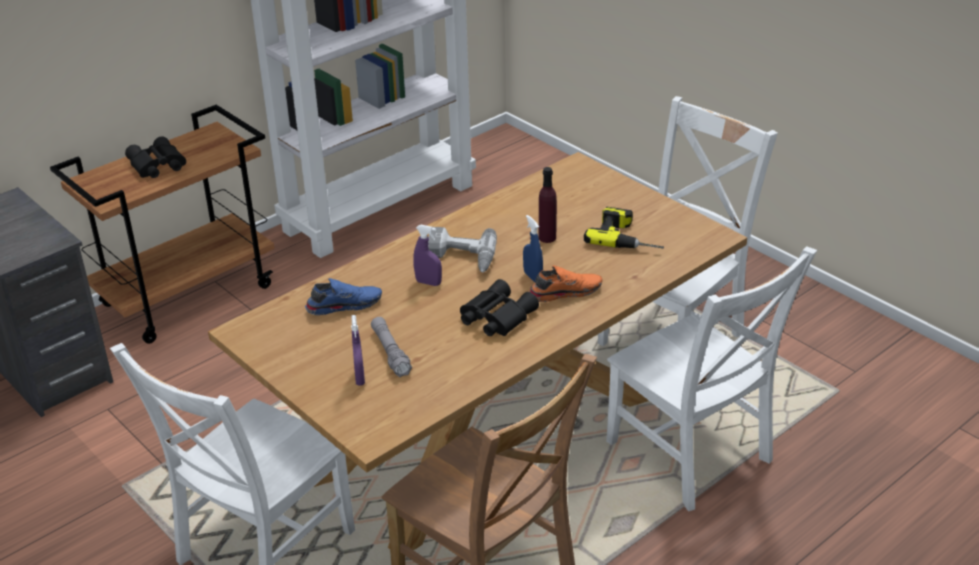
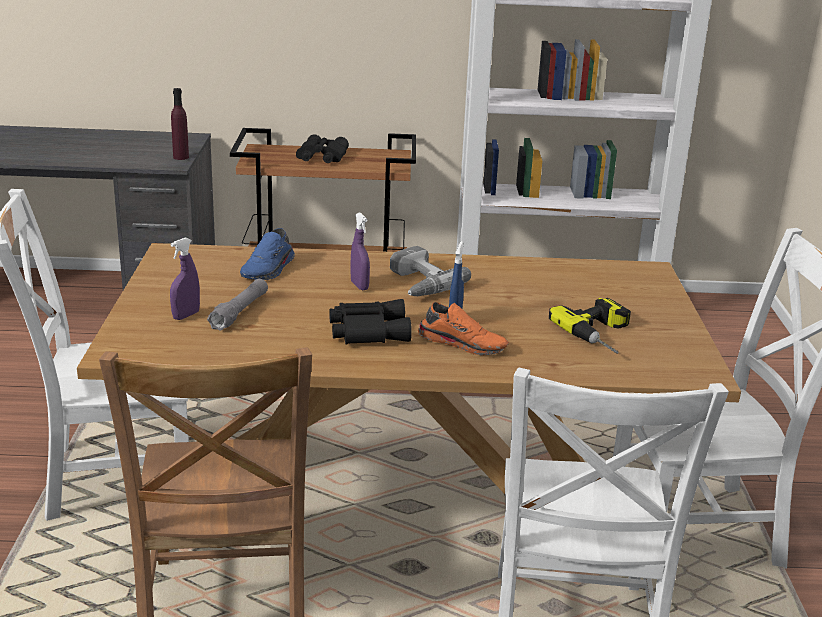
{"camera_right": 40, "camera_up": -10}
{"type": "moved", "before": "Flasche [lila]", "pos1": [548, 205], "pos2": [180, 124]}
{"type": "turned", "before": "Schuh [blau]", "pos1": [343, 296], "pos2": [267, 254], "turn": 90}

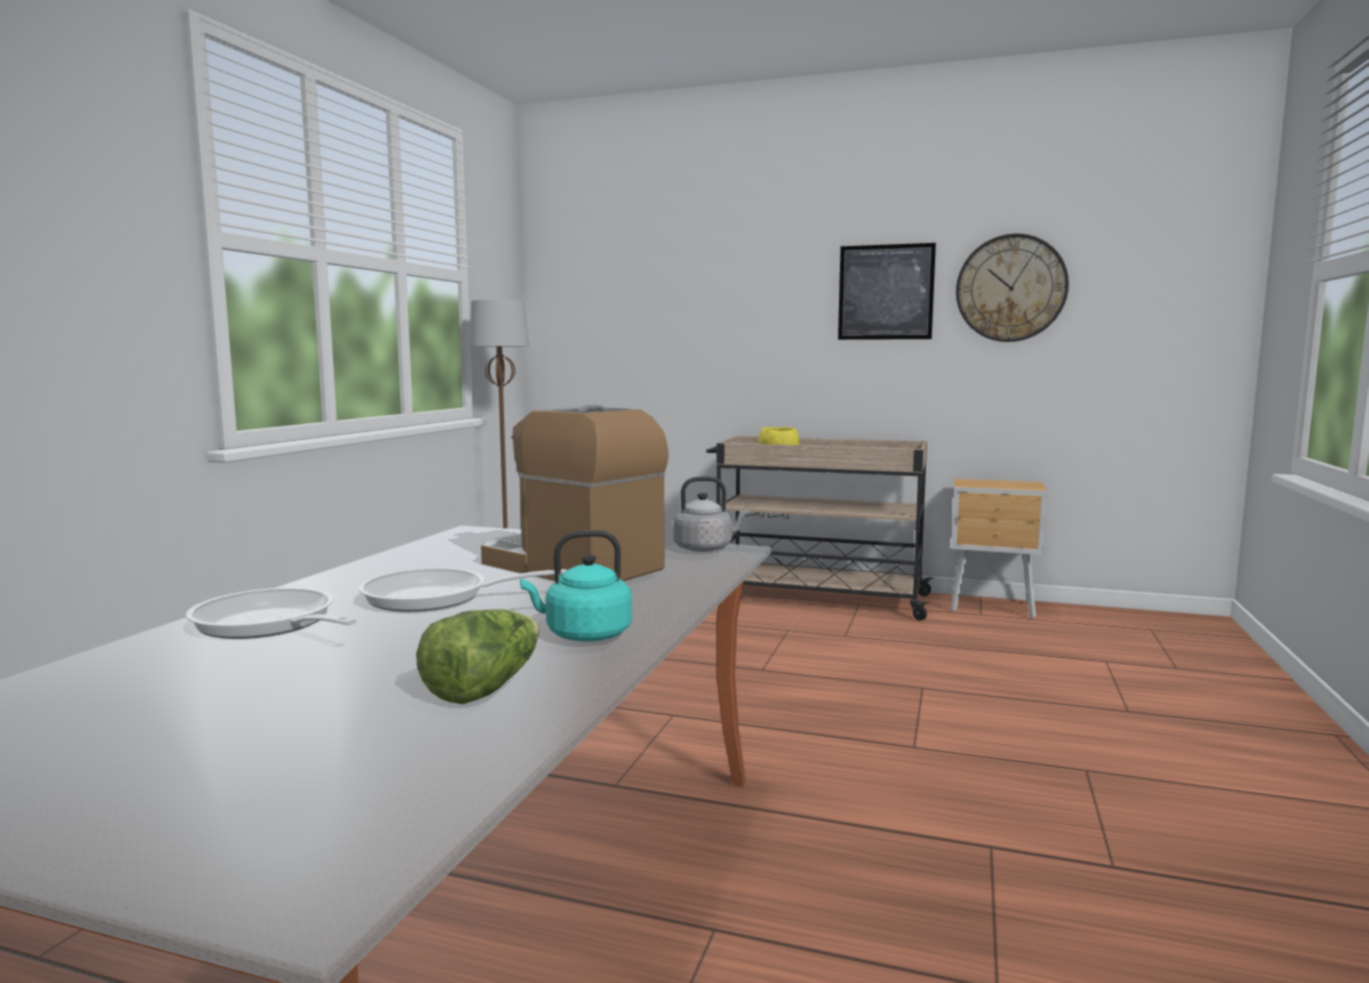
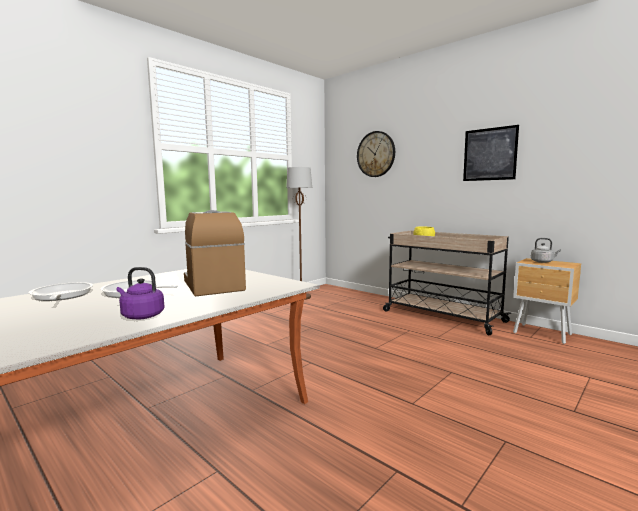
{"camera_right": 25, "camera_up": 0}
{"type": "moved", "before": "Wanduhr", "pos1": [1012, 288], "pos2": [376, 154]}
{"type": "moved", "before": "Wasserkessel [grau]", "pos1": [711, 514], "pos2": [546, 250]}
{"type": "recoloured", "before": "Wasserkessel [türkis]", "after": "Wasserkessel [lila]", "pos1": [576, 586], "pos2": [140, 293]}
{"type": "removed", "before": "Salatkopf", "pos1": [477, 656]}

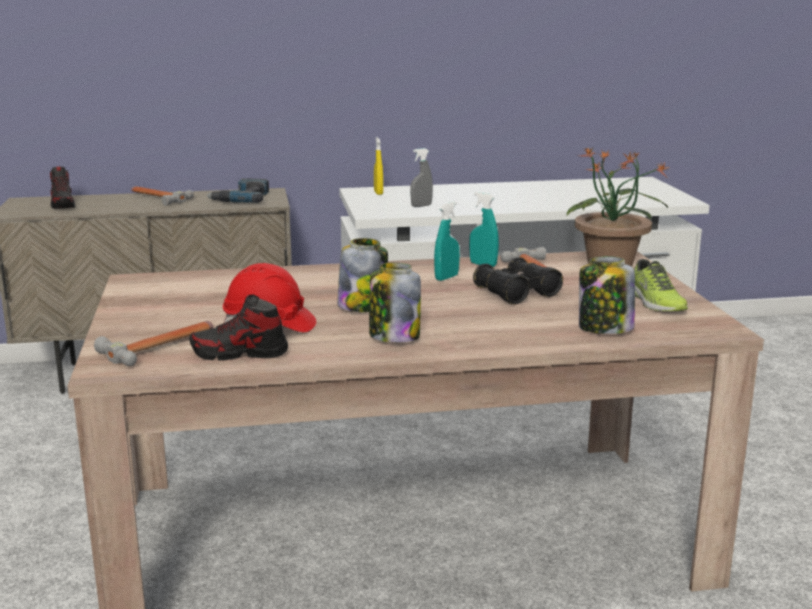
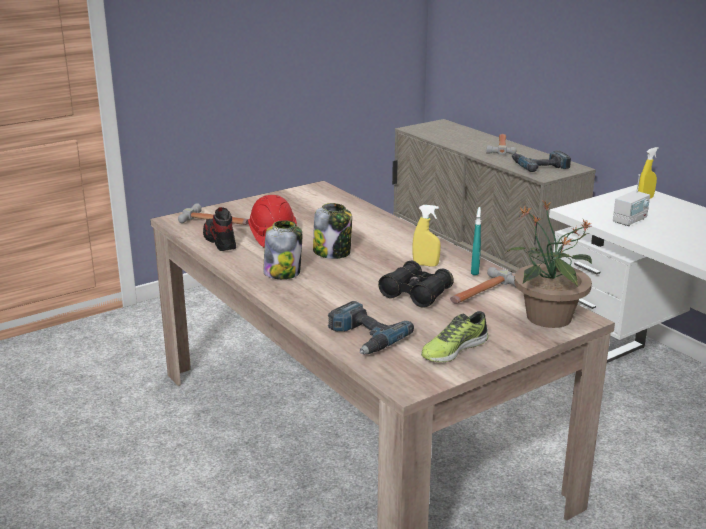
{"camera_right": 65, "camera_up": 5}
{"type": "replaced", "before": "Sprühflasche [grau]", "after": "Radio", "pos1": [421, 177], "pos2": [631, 200]}
{"type": "removed", "before": "Schuh", "pos1": [62, 188]}
{"type": "recoloured", "before": "Sprühflasche [türkis]", "after": "Sprühflasche [gelb]", "pos1": [447, 241], "pos2": [426, 236]}
{"type": "replaced", "before": "Vorratsglas", "after": "Bohrmaschine", "pos1": [607, 295], "pos2": [370, 328]}

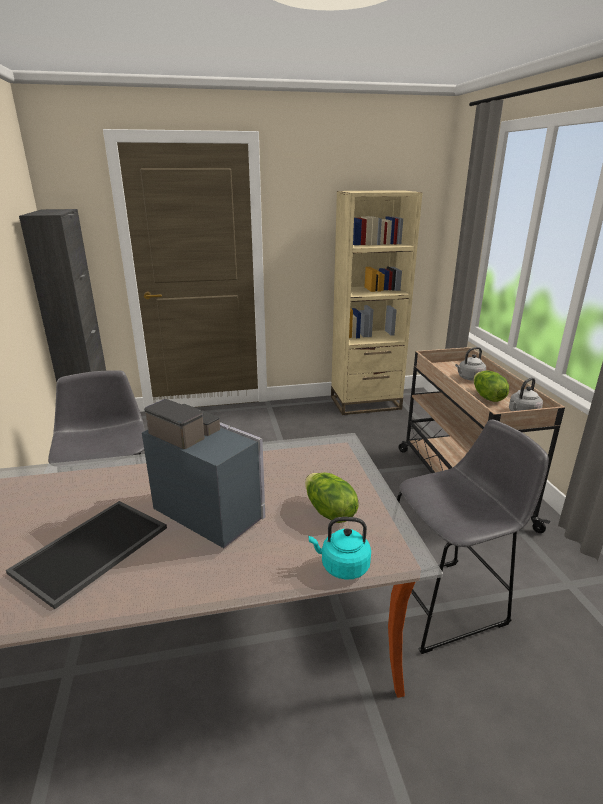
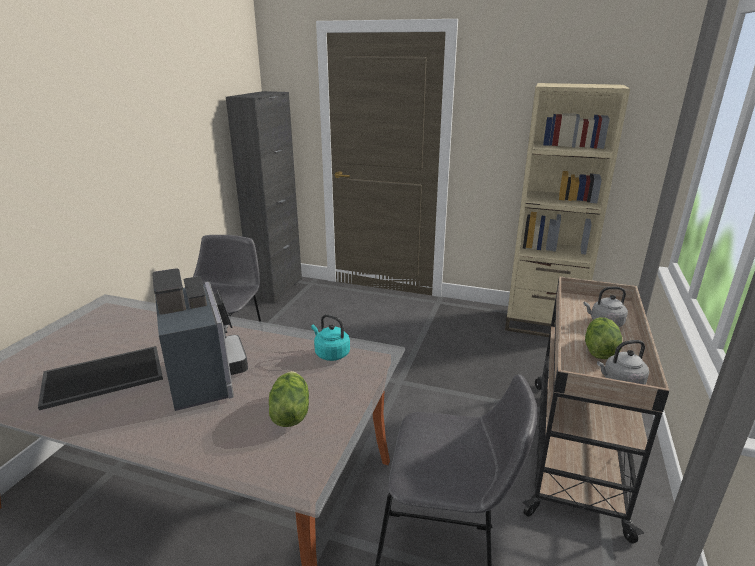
{"camera_right": 30, "camera_up": 0}
{"type": "moved", "before": "Wasserkessel [türkis]", "pos1": [340, 548], "pos2": [330, 337]}

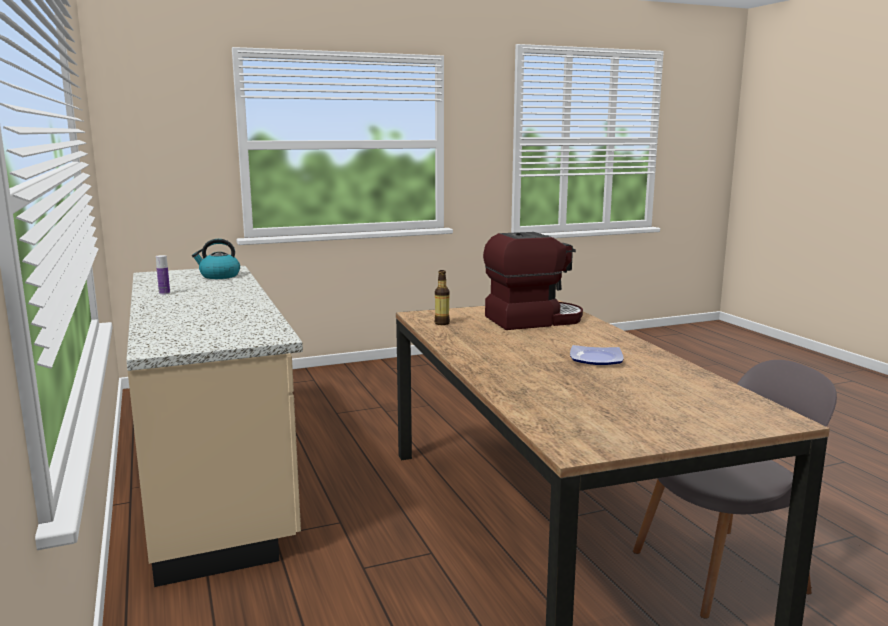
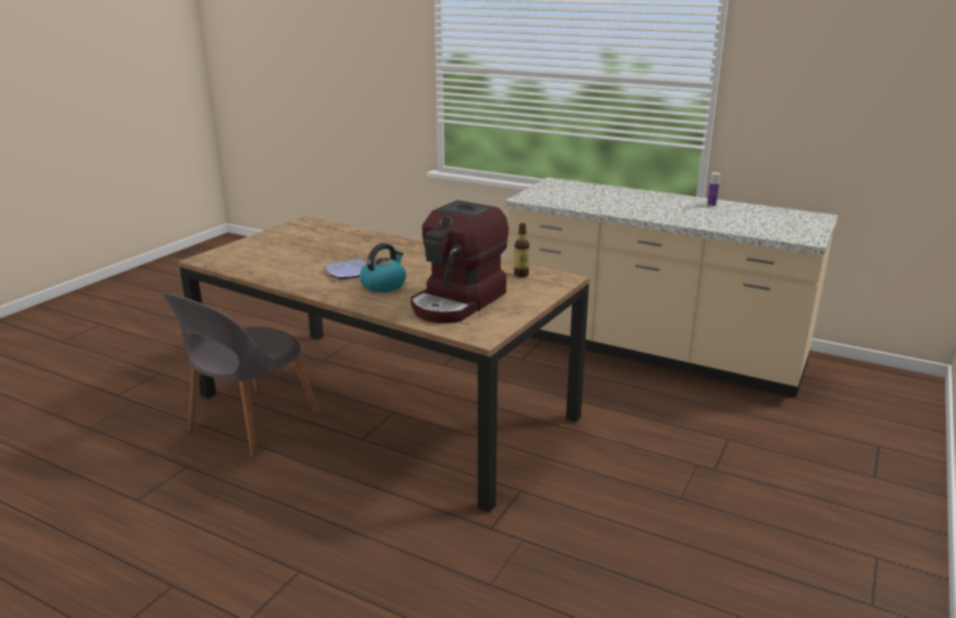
{"camera_right": 140, "camera_up": 10}
{"type": "moved", "before": "Wasserkessel", "pos1": [216, 259], "pos2": [382, 268]}

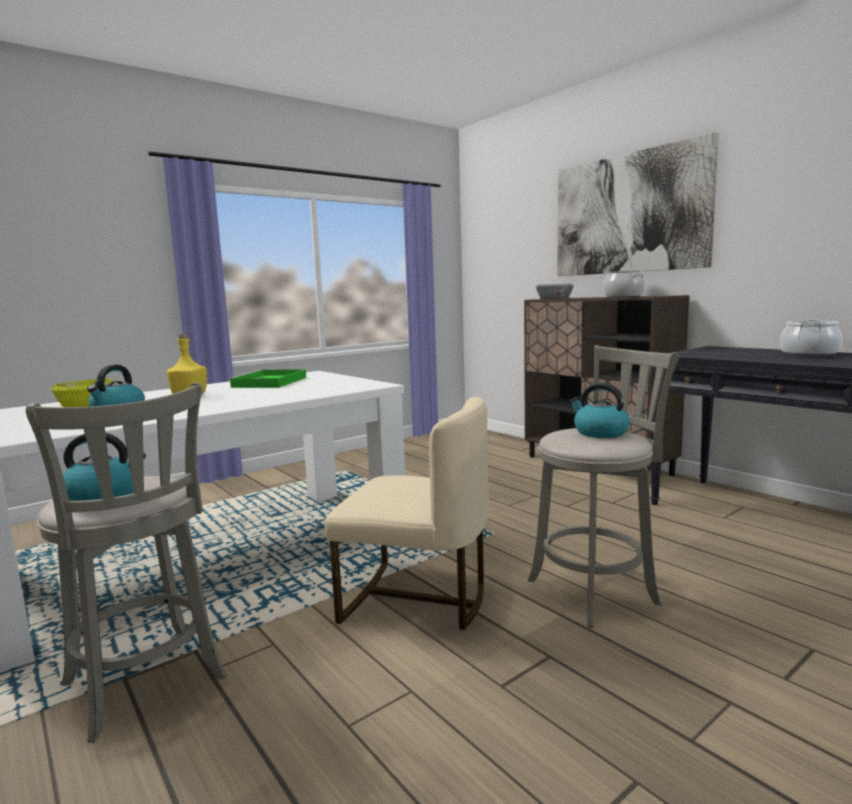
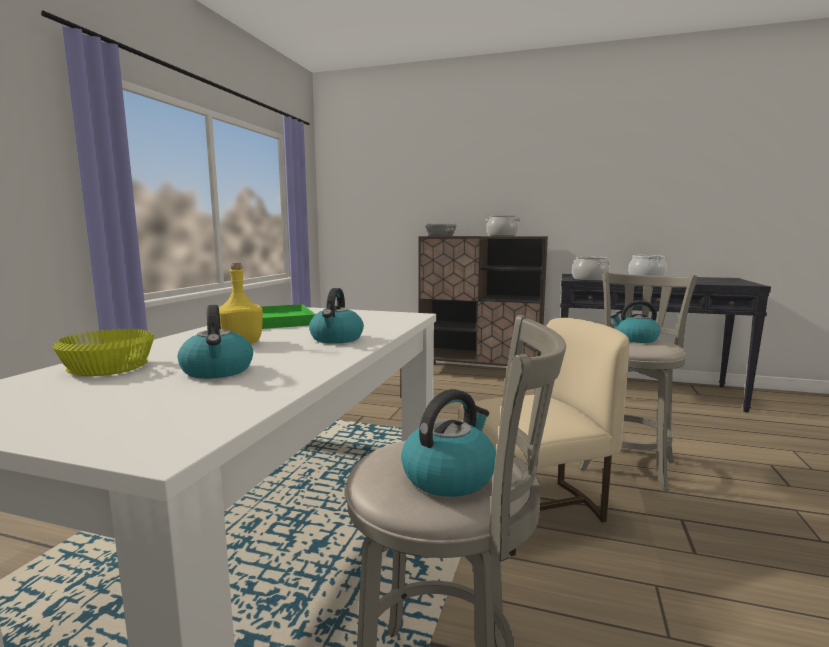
{"camera_right": -35, "camera_up": 0}
{"type": "removed", "before": "Bild", "pos1": [638, 204]}
{"type": "added", "after": "Kochtopf", "pos2": [591, 269]}
{"type": "added", "after": "Wasserkessel", "pos2": [336, 316]}

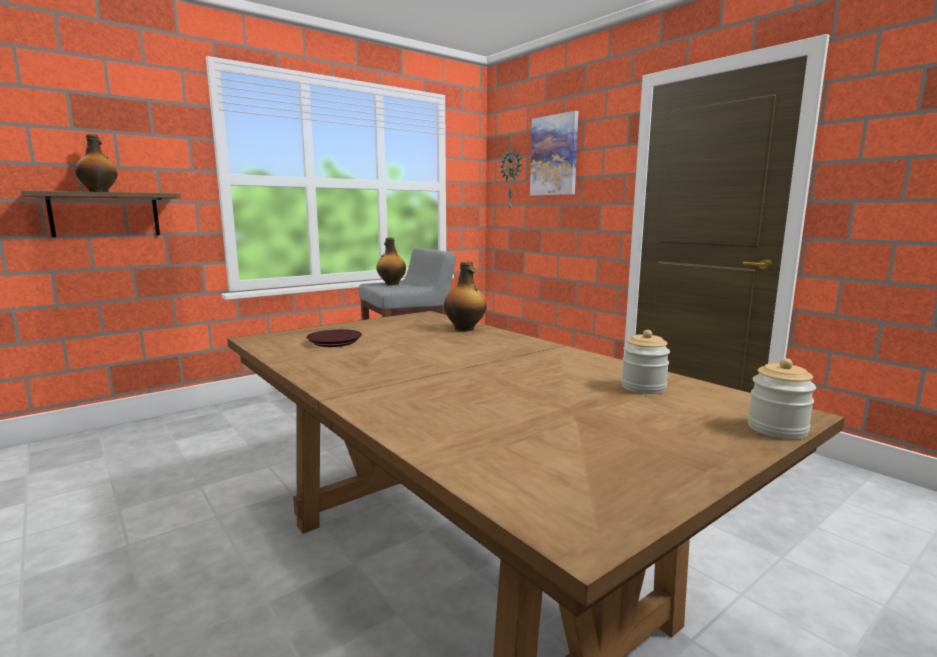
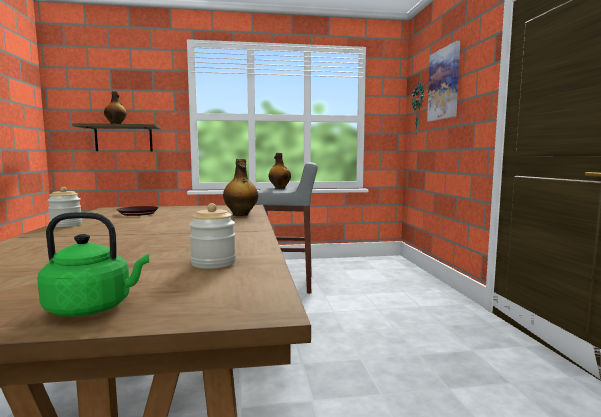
{"camera_right": 30, "camera_up": -5}
{"type": "moved", "before": "Vorratsglas", "pos1": [782, 398], "pos2": [64, 207]}
{"type": "added", "after": "Wasserkessel [grün]", "pos2": [93, 264]}

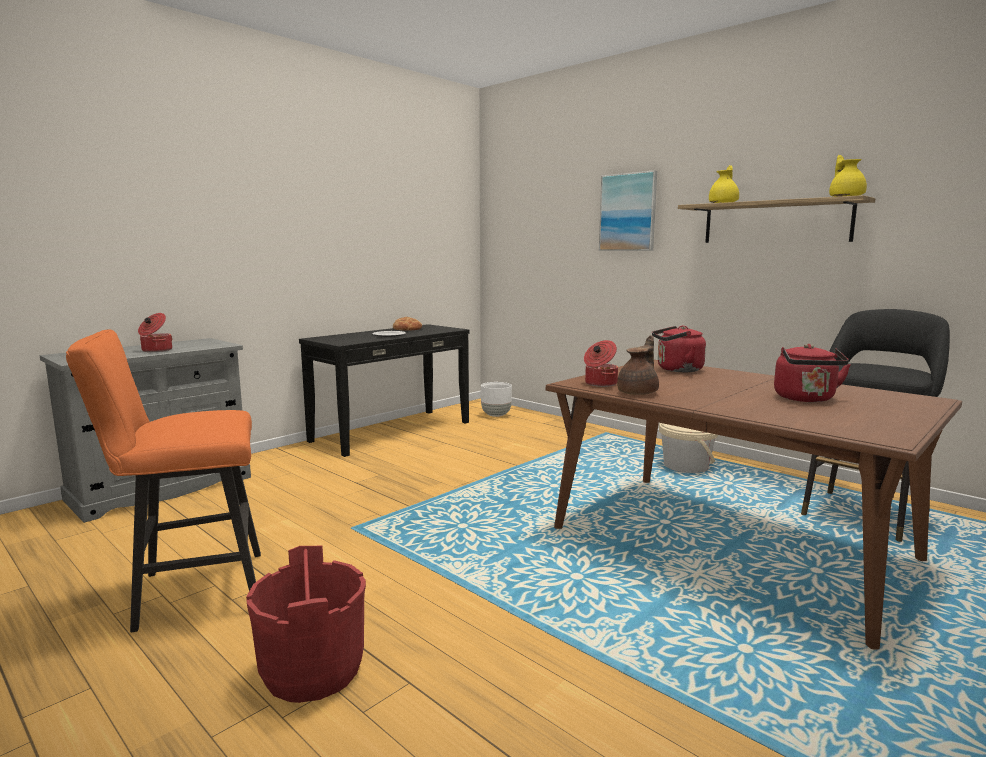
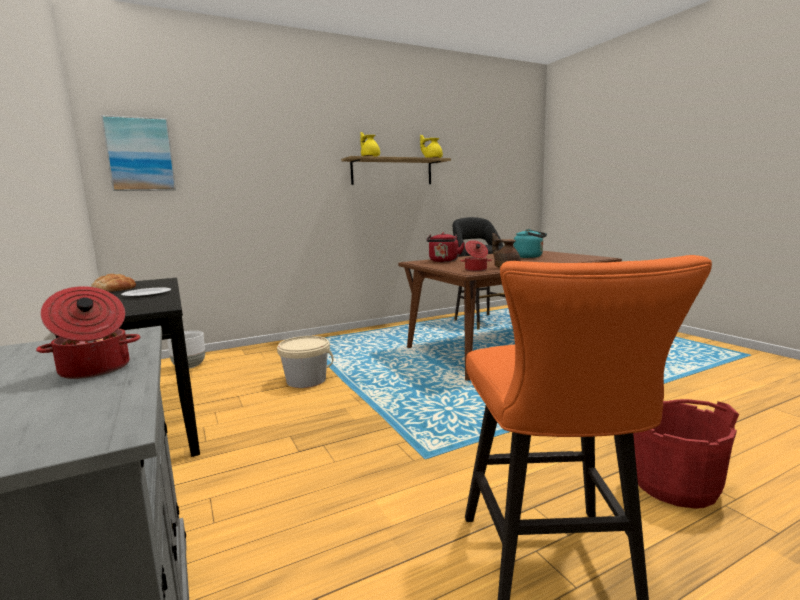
{"camera_right": -70, "camera_up": 0}
{"type": "moved", "before": "Bild", "pos1": [628, 210], "pos2": [138, 153]}
{"type": "recoloured", "before": "Wasserkessel [rot]", "after": "Wasserkessel [türkis]", "pos1": [812, 373], "pos2": [530, 243]}
{"type": "moved", "before": "Eimer [beige]", "pos1": [688, 448], "pos2": [305, 362]}

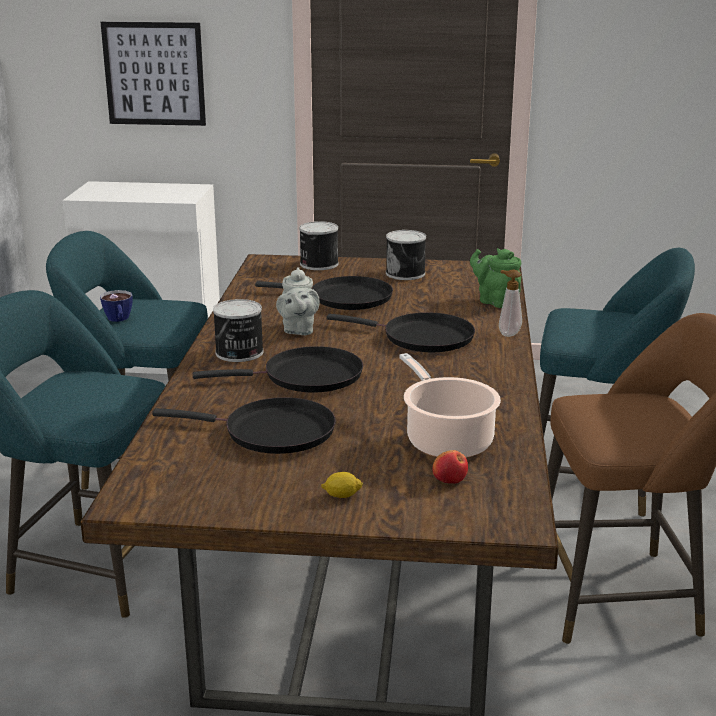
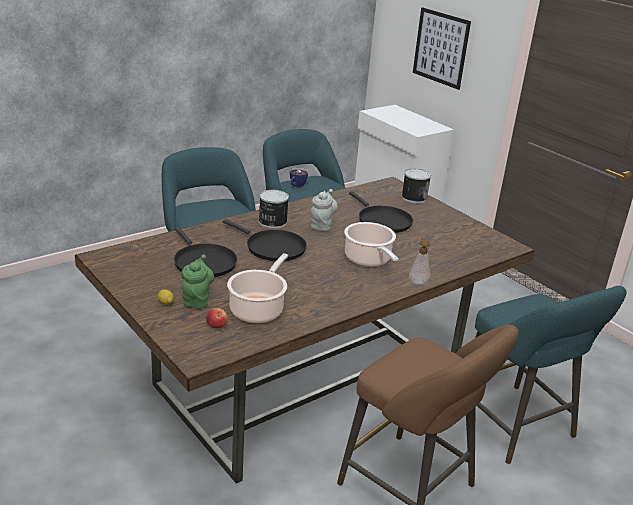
{"camera_right": 45, "camera_up": 5}
{"type": "removed", "before": "Dose", "pos1": [406, 255]}
{"type": "moved", "before": "Teekanne [grün]", "pos1": [495, 278], "pos2": [197, 281]}
{"type": "turned", "before": "Teekanne [grau]", "pos1": [298, 301], "pos2": [324, 210], "turn": 150}
{"type": "replaced", "before": "Pfanne [schwarz]", "after": "Kochtopf", "pos1": [400, 332], "pos2": [371, 244]}

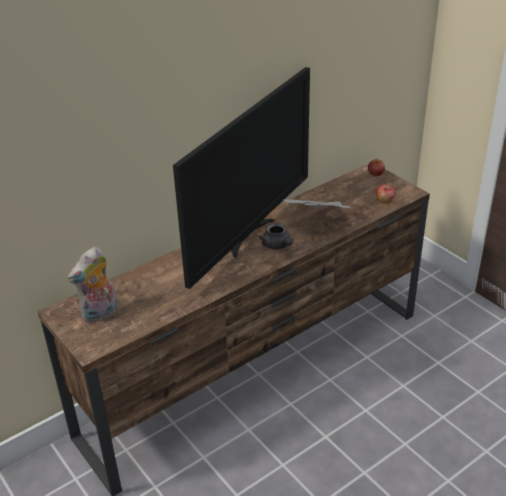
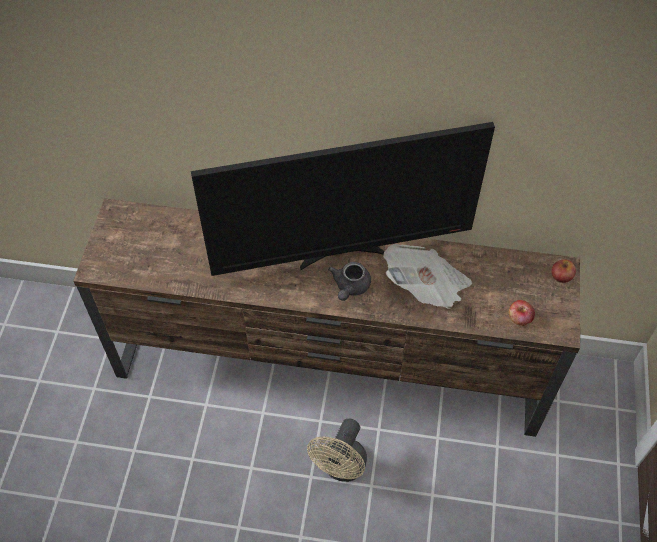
{"camera_right": 45, "camera_up": 20}
{"type": "removed", "before": "Plüschtier", "pos1": [93, 285]}
{"type": "added", "after": "Ventilator [beige]", "pos2": [337, 450]}

